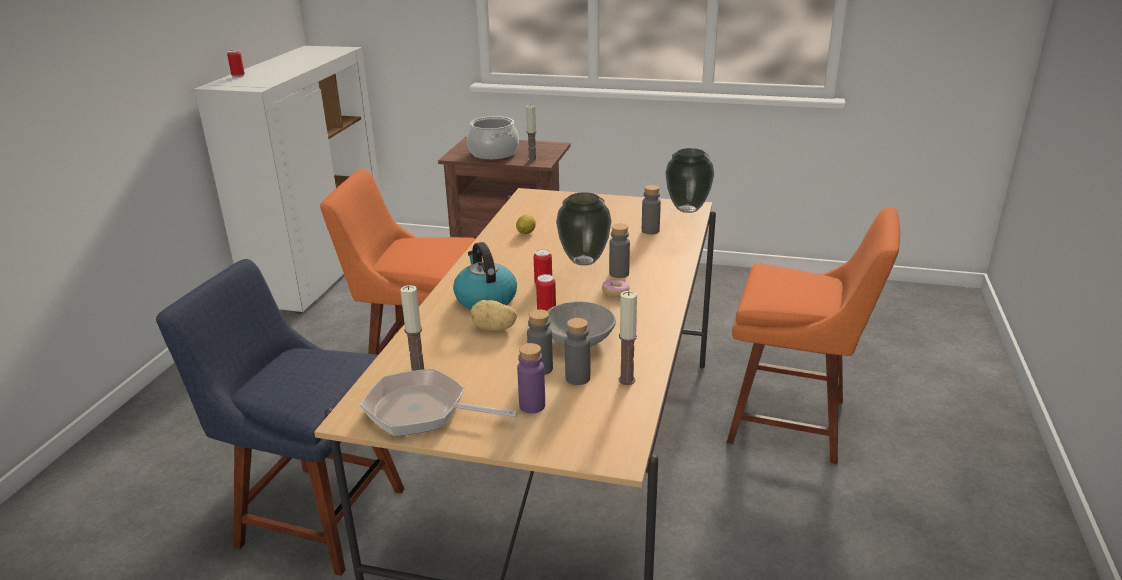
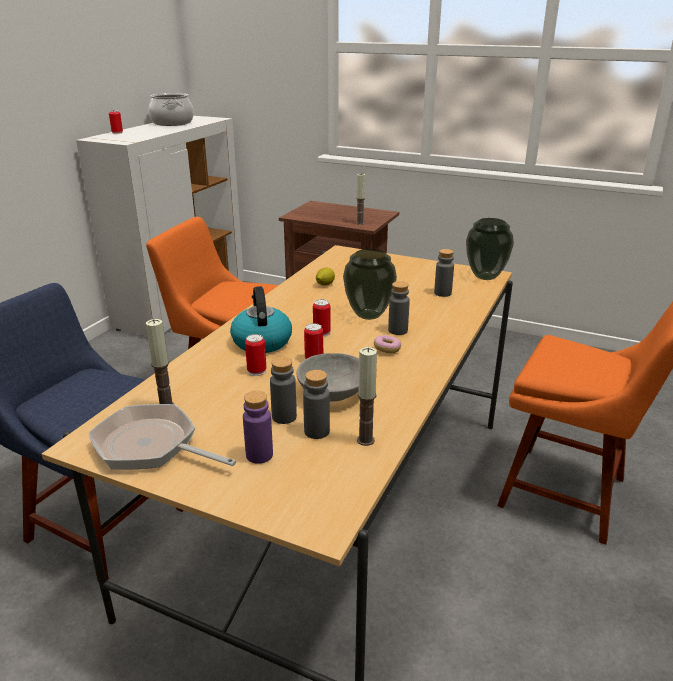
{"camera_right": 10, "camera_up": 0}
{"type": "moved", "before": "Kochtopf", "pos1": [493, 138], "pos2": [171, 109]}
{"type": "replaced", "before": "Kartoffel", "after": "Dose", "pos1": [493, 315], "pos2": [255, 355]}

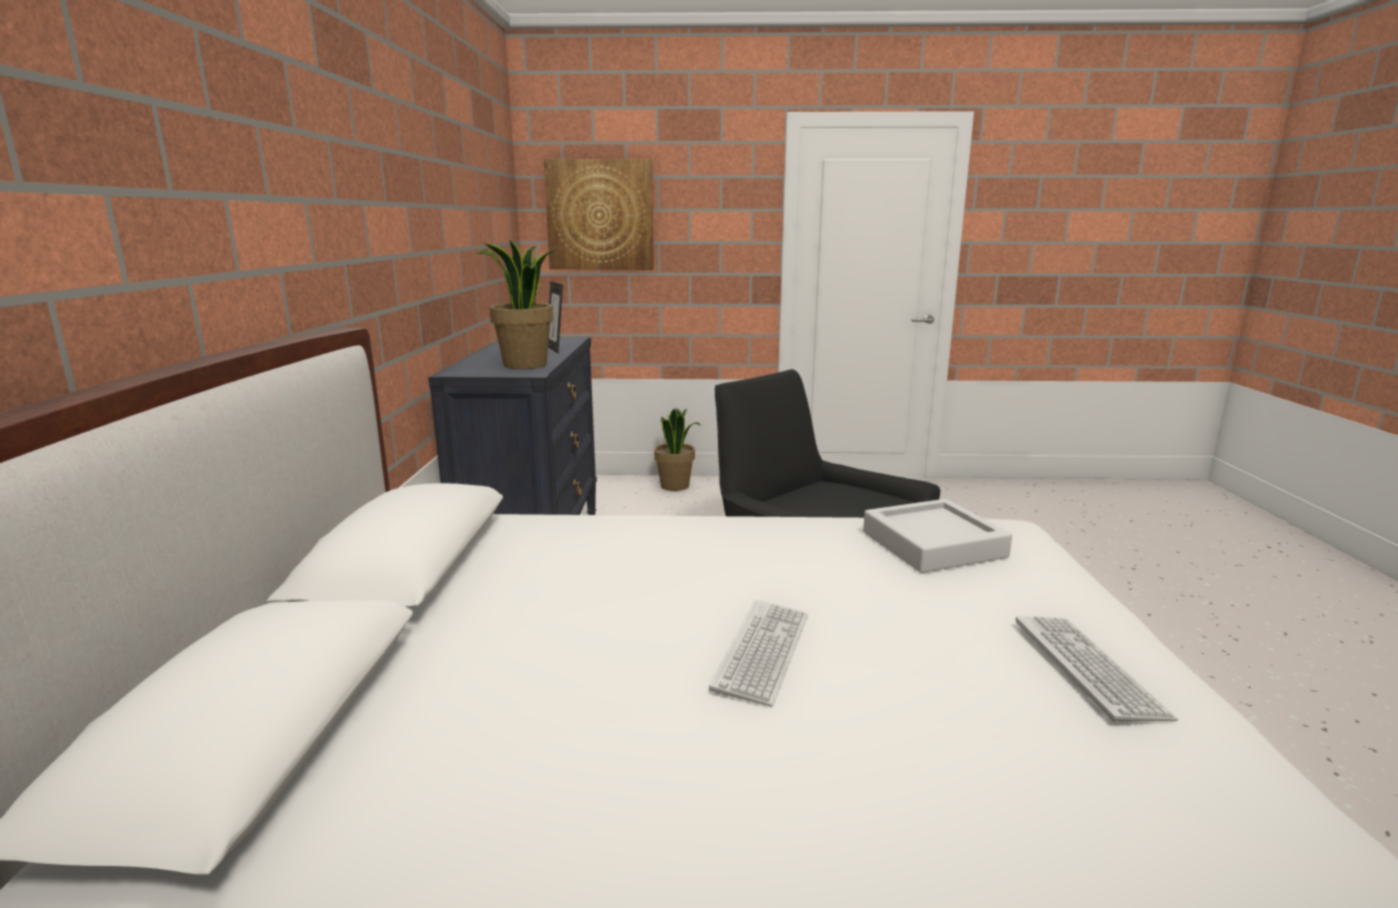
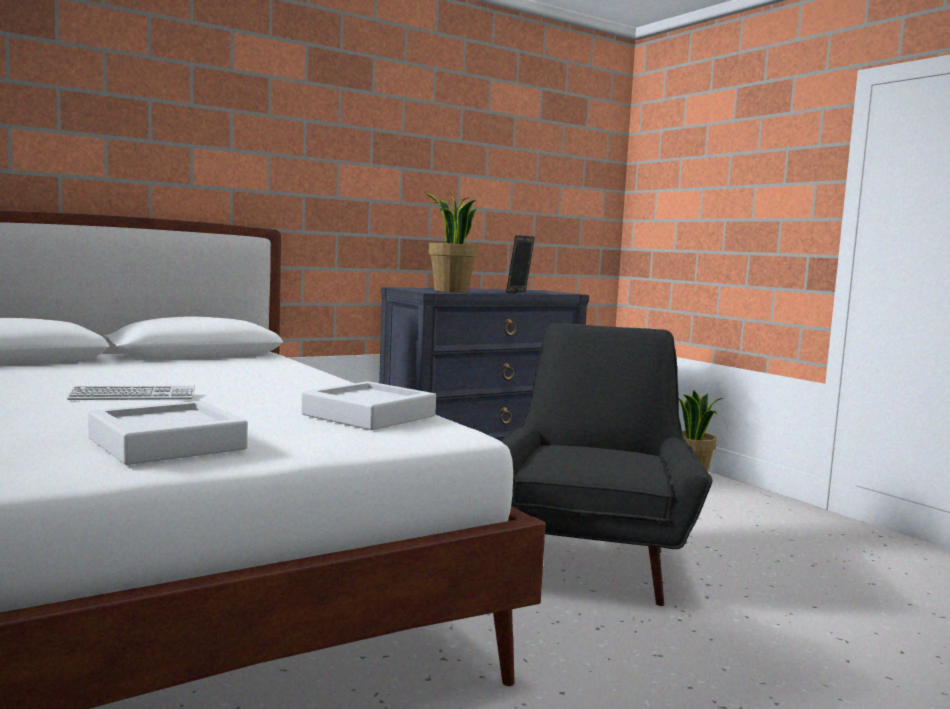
{"camera_right": 55, "camera_up": -10}
{"type": "removed", "before": "Bild", "pos1": [599, 214]}
{"type": "replaced", "before": "Tastatur", "after": "Tablett [grau]", "pos1": [1097, 668], "pos2": [168, 433]}

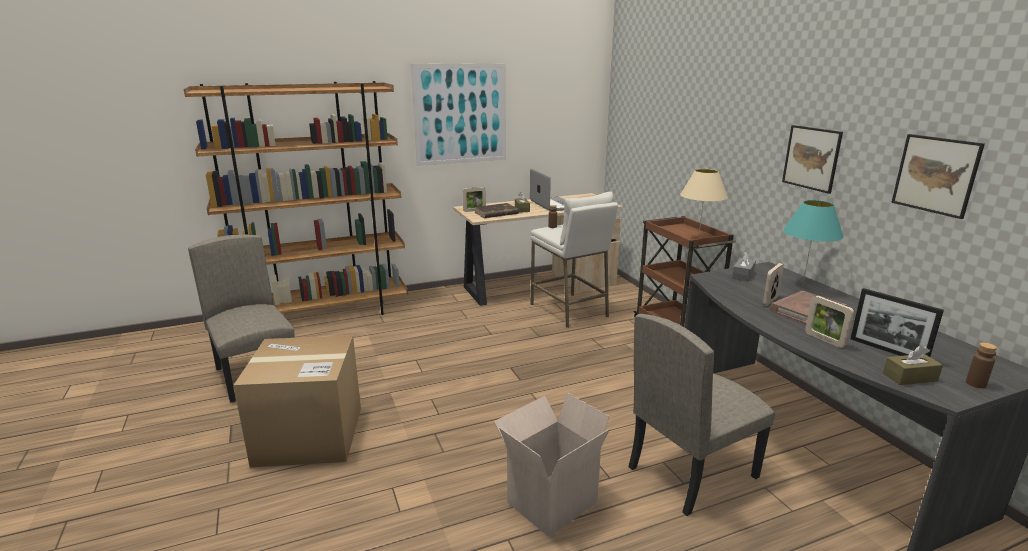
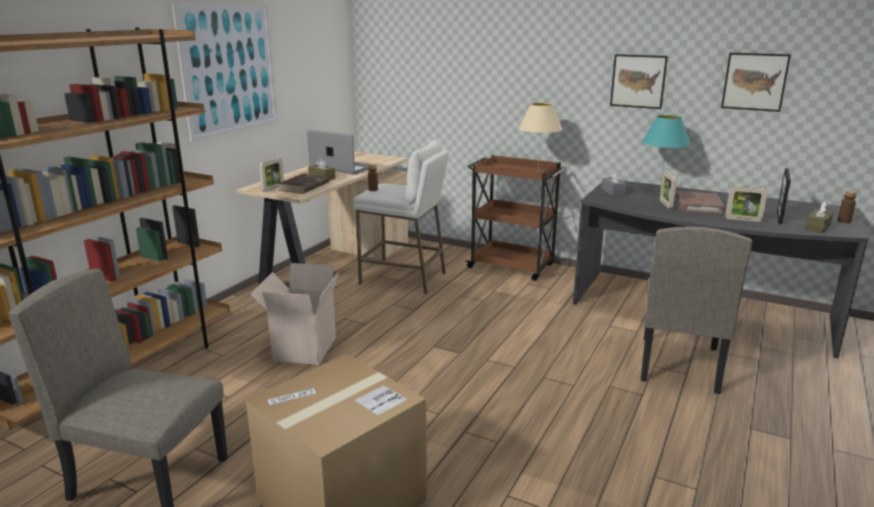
{"camera_right": -40, "camera_up": 0}
{"type": "turned", "before": "Bilderrahmen", "pos1": [897, 322], "pos2": [784, 196], "turn": 105}
{"type": "moved", "before": "Karton", "pos1": [552, 465], "pos2": [294, 314]}

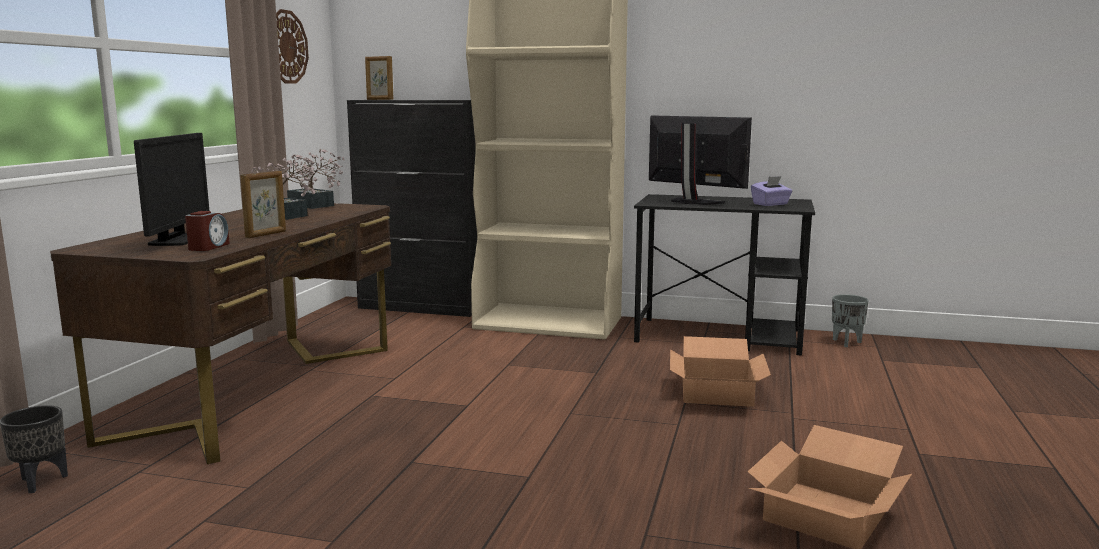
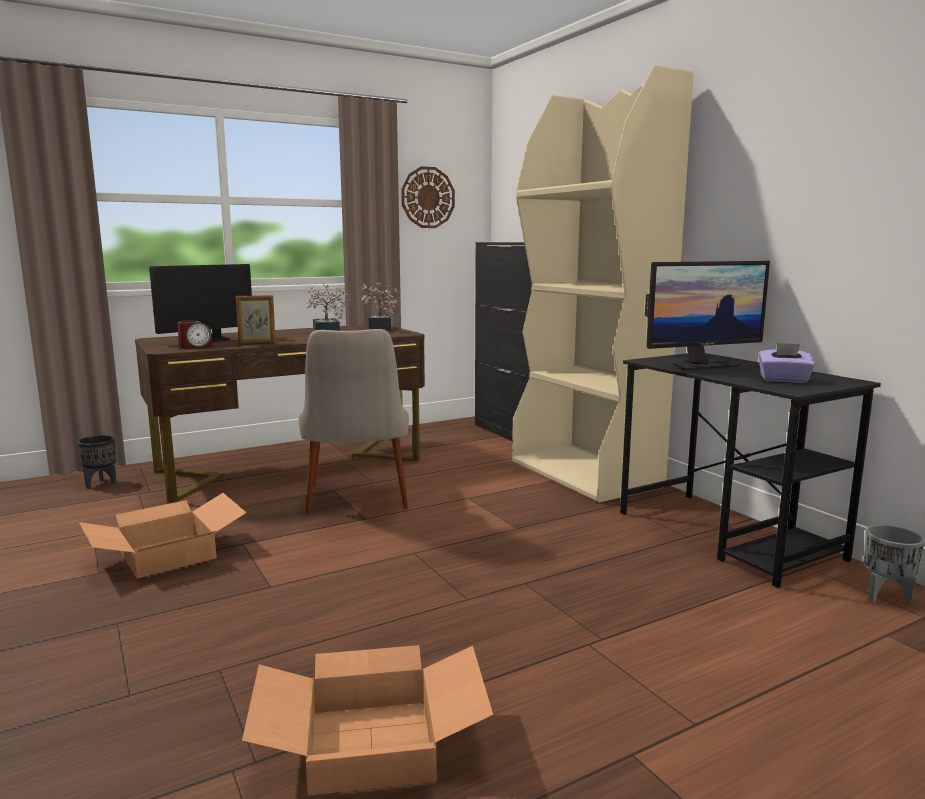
{"camera_right": 45, "camera_up": 0}
{"type": "removed", "before": "Bilderrahmen", "pos1": [379, 78]}
{"type": "turned", "before": "Monitor", "pos1": [700, 160], "pos2": [707, 315], "turn": 75}
{"type": "moved", "before": "Karton", "pos1": [720, 371], "pos2": [163, 536]}
{"type": "added", "after": "Stuhl [beige]", "pos2": [353, 421]}

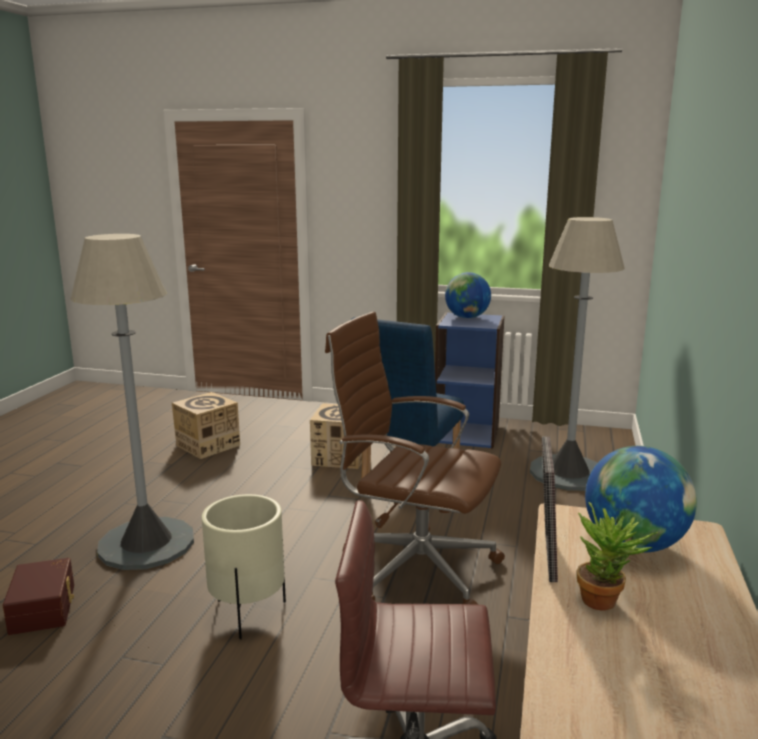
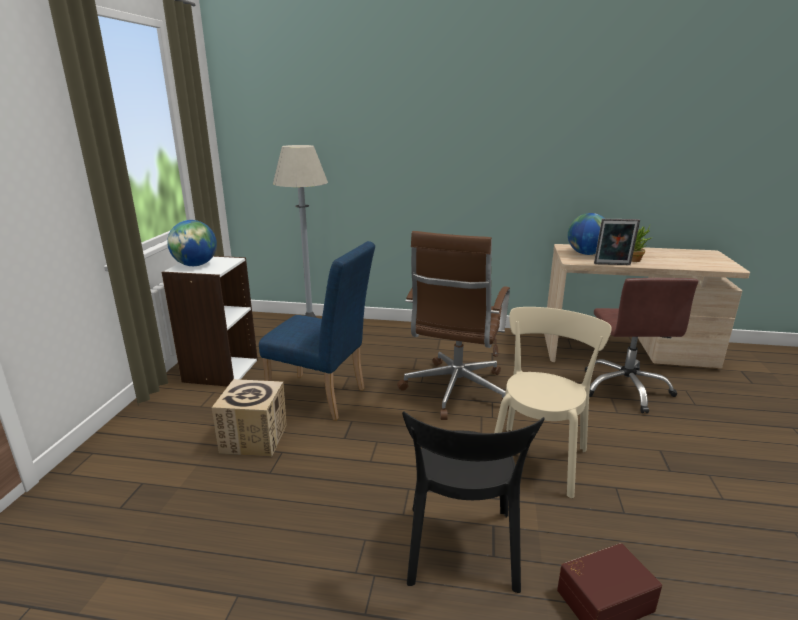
{"camera_right": -95, "camera_up": 5}
{"type": "replaced", "before": "Stehlampe [grau]", "after": "Stuhl [schwarz]", "pos1": [132, 402], "pos2": [473, 502]}
{"type": "recoloured", "before": "Bücherregal [blau]", "after": "Bücherregal [weiß]", "pos1": [470, 380], "pos2": [210, 321]}
{"type": "removed", "before": "Karton", "pos1": [206, 425]}
{"type": "replaced", "before": "Pflanzkübel [beige]", "after": "Stuhl [beige]", "pos1": [244, 566], "pos2": [553, 402]}

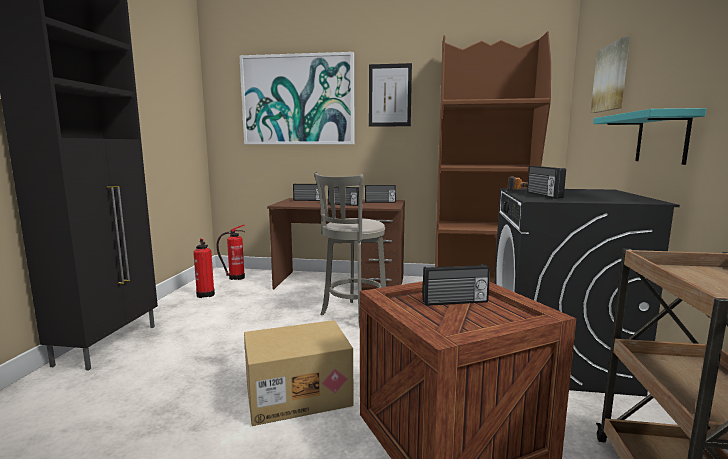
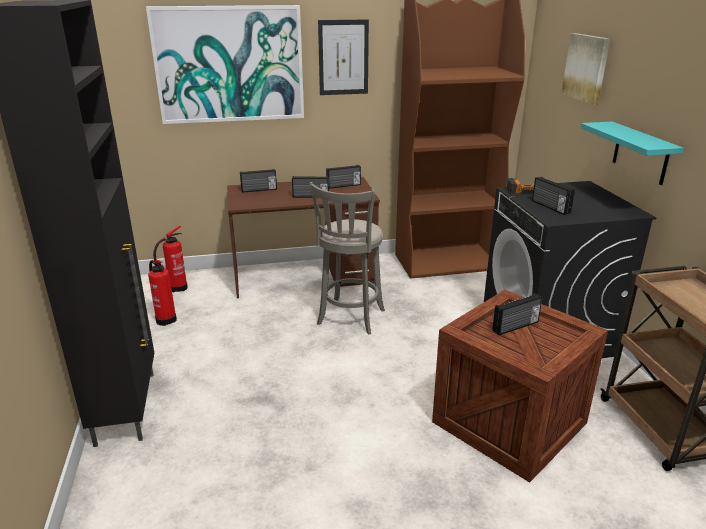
{"camera_right": -20, "camera_up": 15}
{"type": "removed", "before": "Karton", "pos1": [299, 373]}

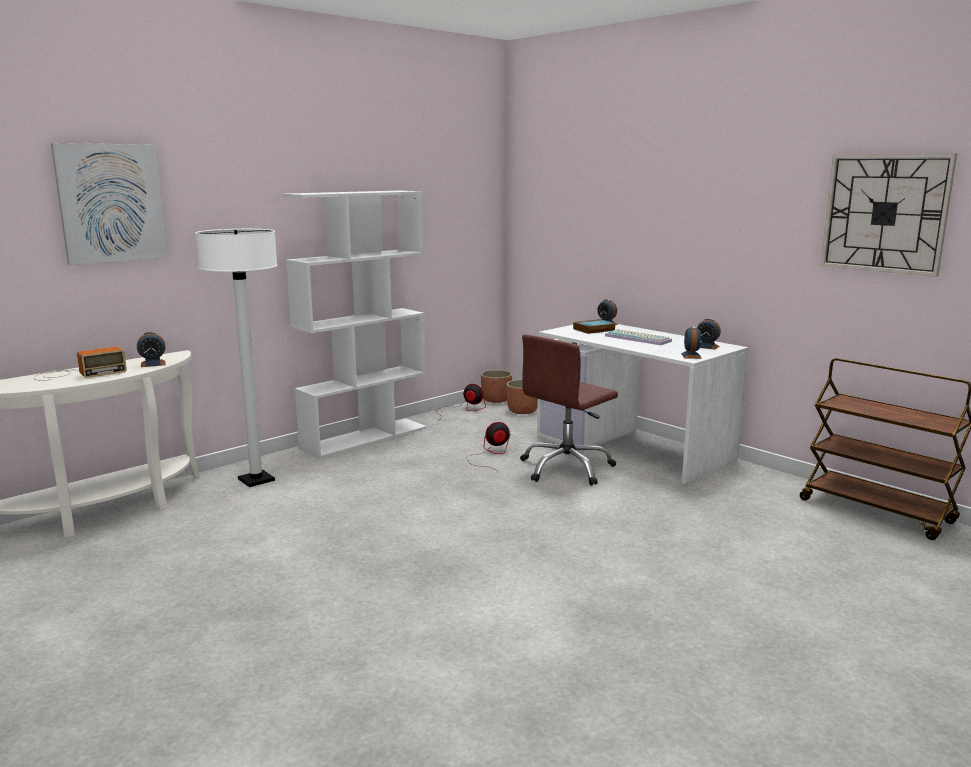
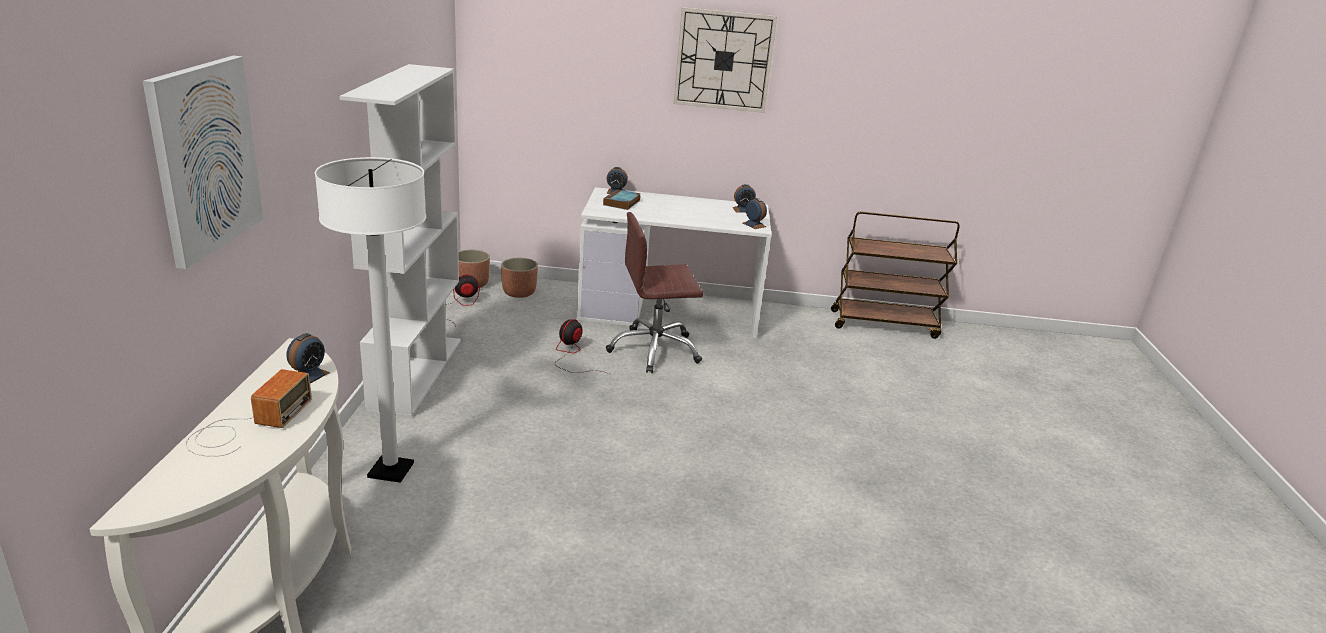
{"camera_right": -45, "camera_up": 10}
{"type": "moved", "before": "Wanduhr", "pos1": [888, 215], "pos2": [725, 60]}
{"type": "removed", "before": "Tastatur", "pos1": [638, 337]}
{"type": "turned", "before": "Bürostuhl [braun]", "pos1": [569, 410], "pos2": [654, 292], "turn": 75}

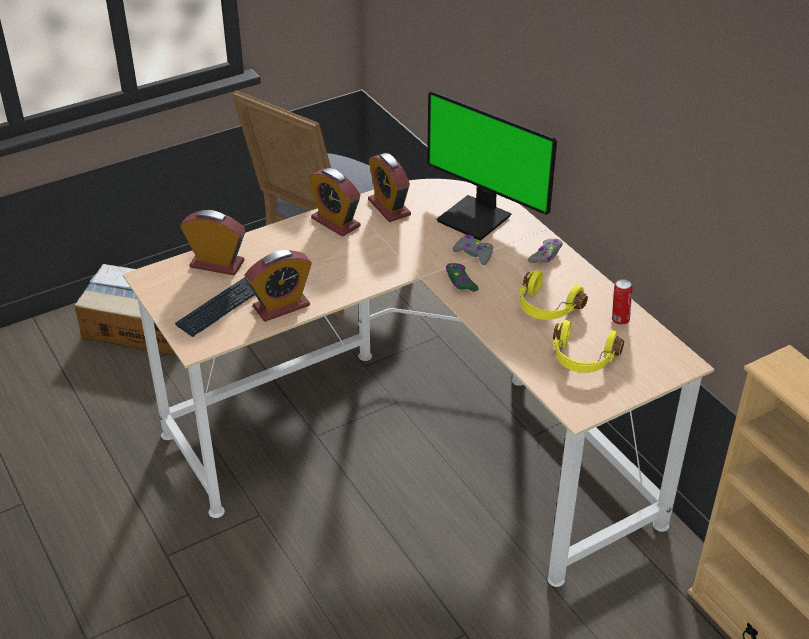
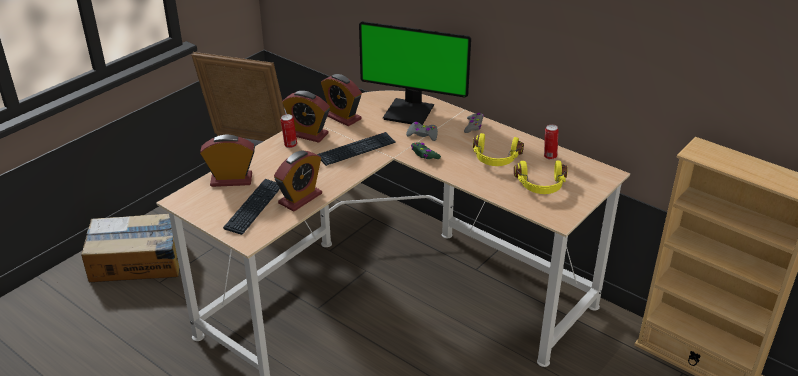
{"camera_right": -20, "camera_up": -5}
{"type": "added", "after": "Dose", "pos2": [289, 131]}
{"type": "added", "after": "Tastatur", "pos2": [356, 149]}

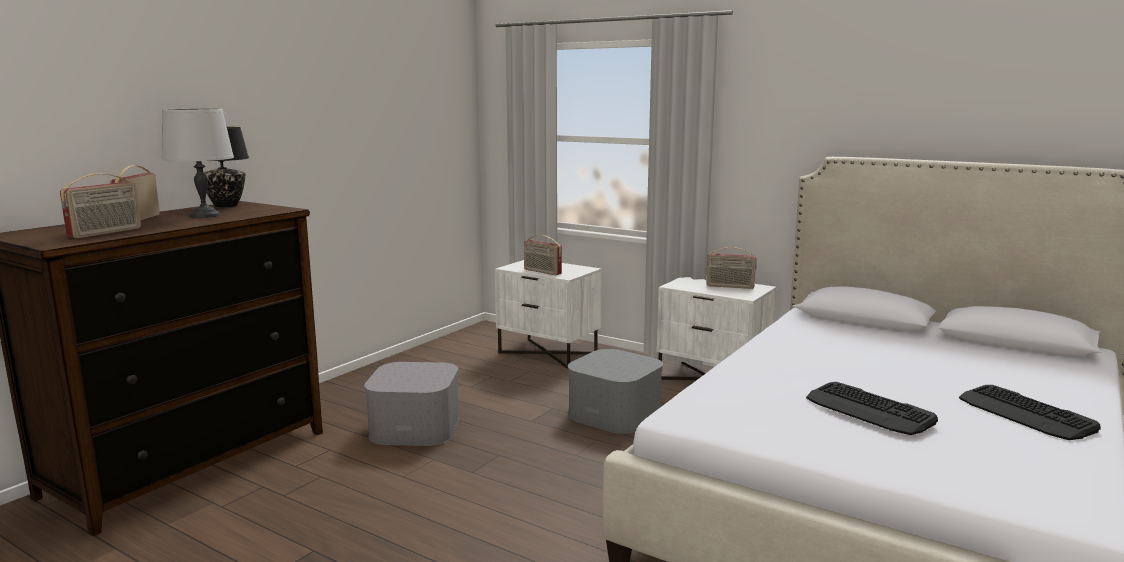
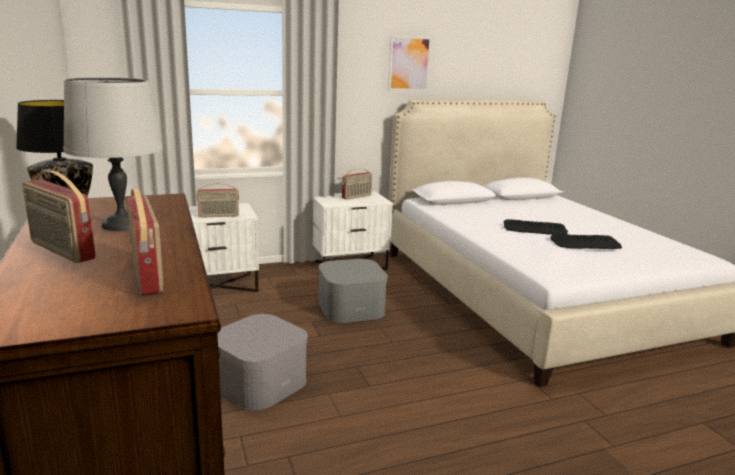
{"camera_right": -55, "camera_up": 5}
{"type": "moved", "before": "Tastatur", "pos1": [1030, 412], "pos2": [536, 227]}
{"type": "added", "after": "Bild", "pos2": [410, 63]}

